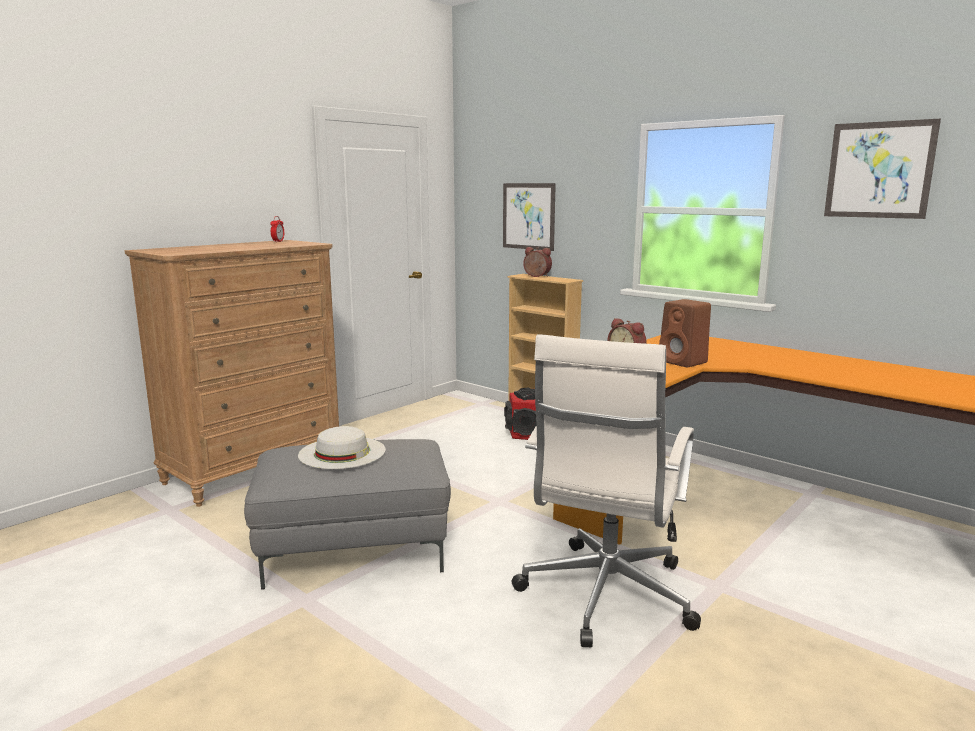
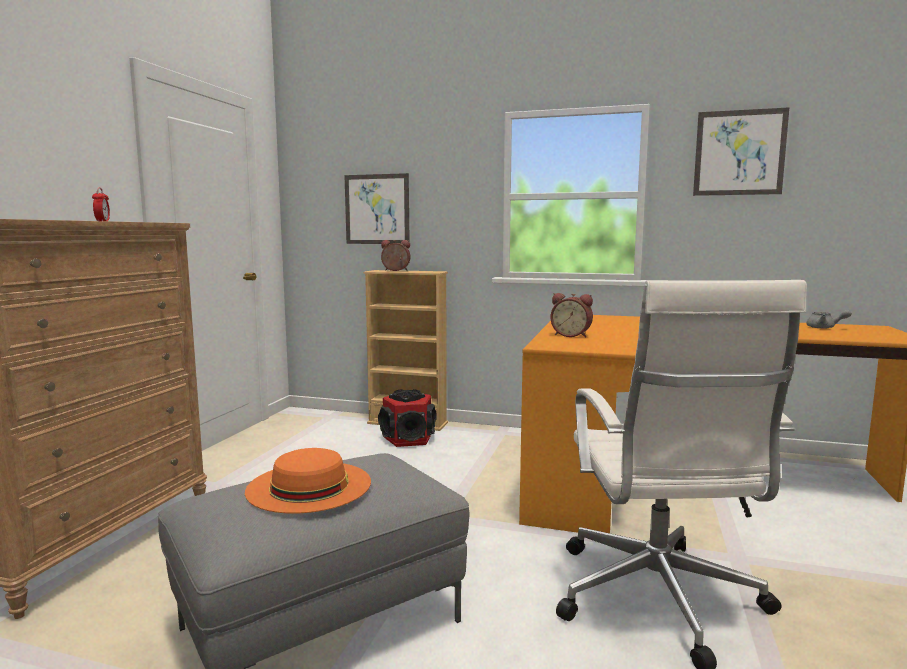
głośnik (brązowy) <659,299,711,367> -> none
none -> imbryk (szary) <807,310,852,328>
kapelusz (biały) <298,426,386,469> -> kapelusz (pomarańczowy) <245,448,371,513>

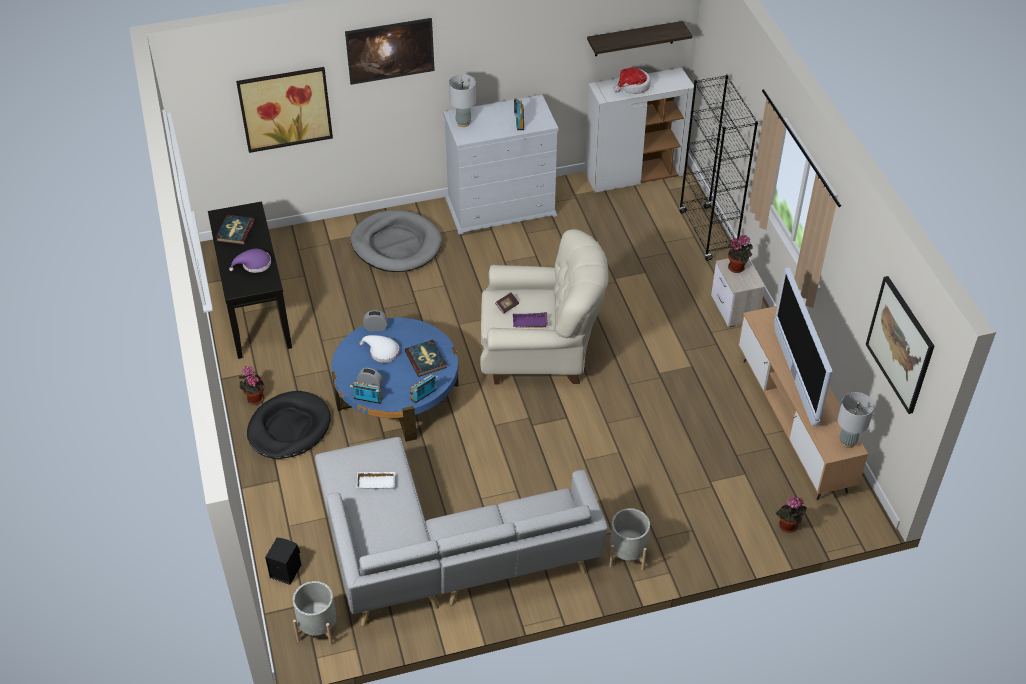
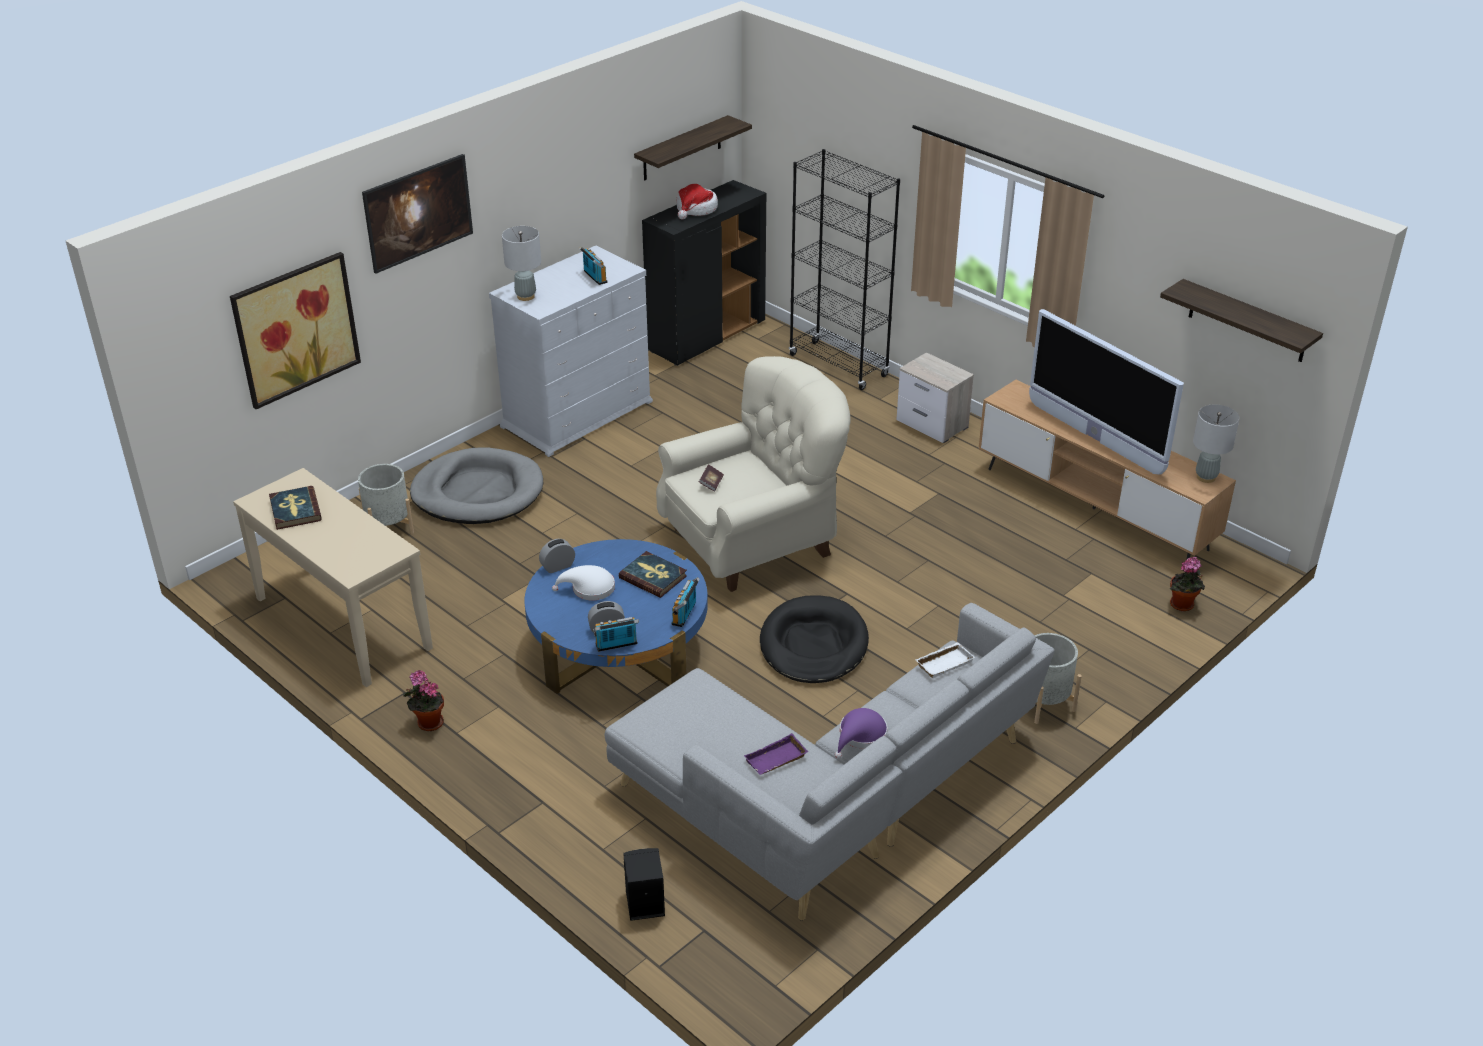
roślina doniczkowa <728,235,753,273> -> none
kapelusz (fioletowy) <229,249,271,273> -> kapelusz (fioletowy) <835,708,887,759>, shifted
legowisko (czarny) <247,391,331,459> -> legowisko (czarny) <760,596,869,683>, shifted
donica (szary) <293,581,339,645> -> donica (szary) <358,464,414,534>, shifted
taca (biały) <356,472,395,489> -> taca (biały) <915,642,975,678>, shifted
taca (fioletowy) <513,312,548,328> -> taca (fioletowy) <744,733,808,775>, shifted
obraz <866,276,934,414> -> półka <1160,279,1323,362>
stolik konsolowy (czarny) <208,201,292,359> -> stolik konsolowy (beżowy) <233,468,433,687>
szafka (biały) <584,68,694,192> -> szafka (czarny) <642,180,766,366>

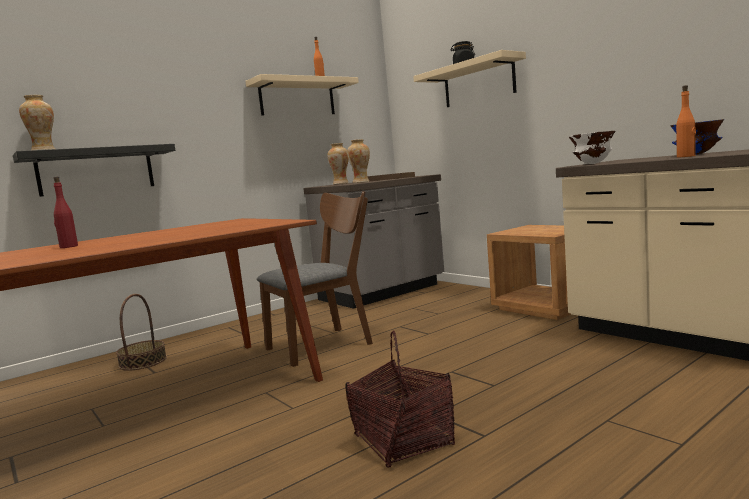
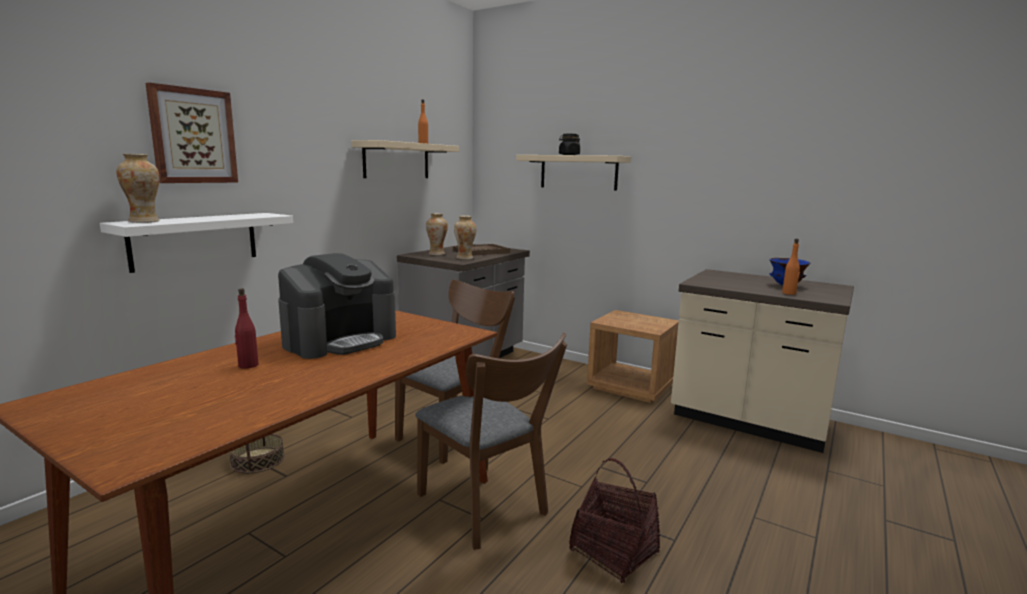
miska (biały) <569,131,616,164> -> none
none -> obraz <145,82,238,183>
none -> ekspres do kawy <278,253,396,359>
none -> krzesło (brązowy) <415,333,567,550>
półka (czarny) <13,144,175,197> -> półka (biały) <100,213,293,273>

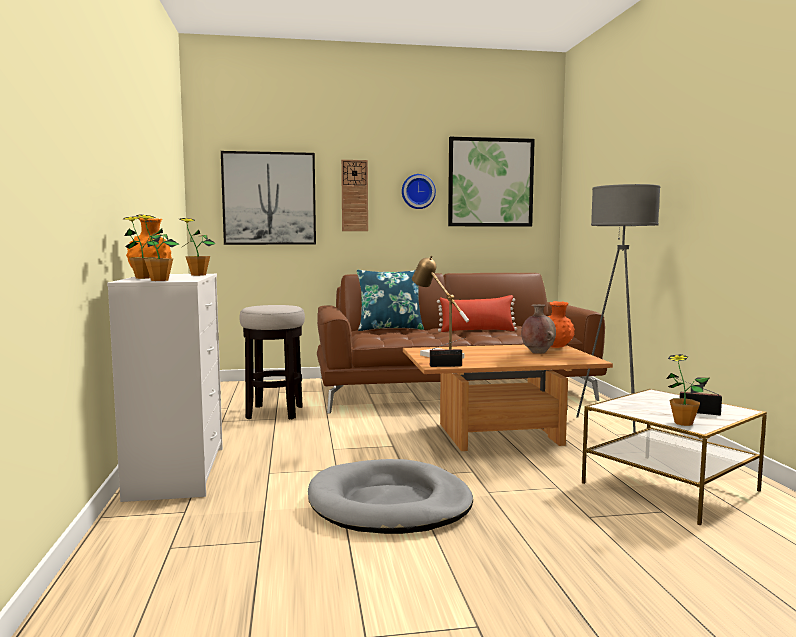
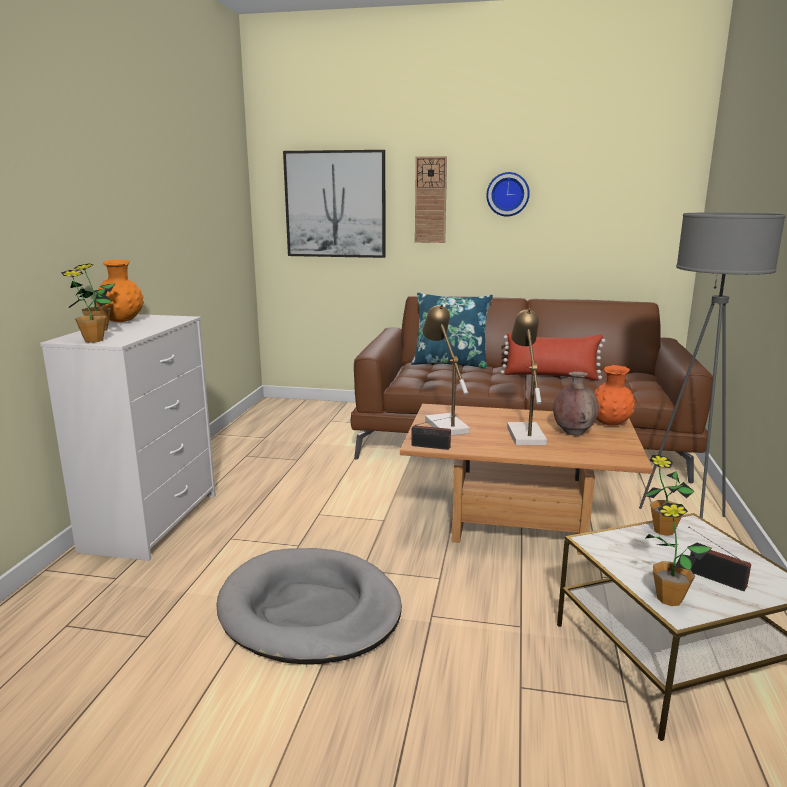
stołek <239,305,305,419> -> none
obraz <448,137,535,227> -> none
none -> lampa stołowa <507,308,547,445>
roślina doniczkowa <179,218,216,276> -> roślina doniczkowa <645,455,694,536>, shifted

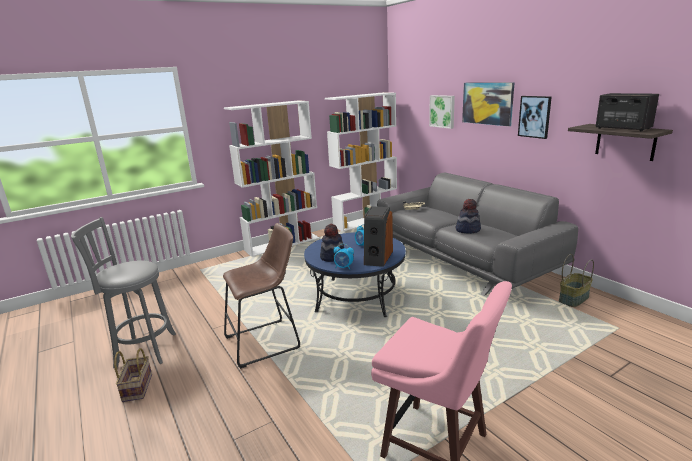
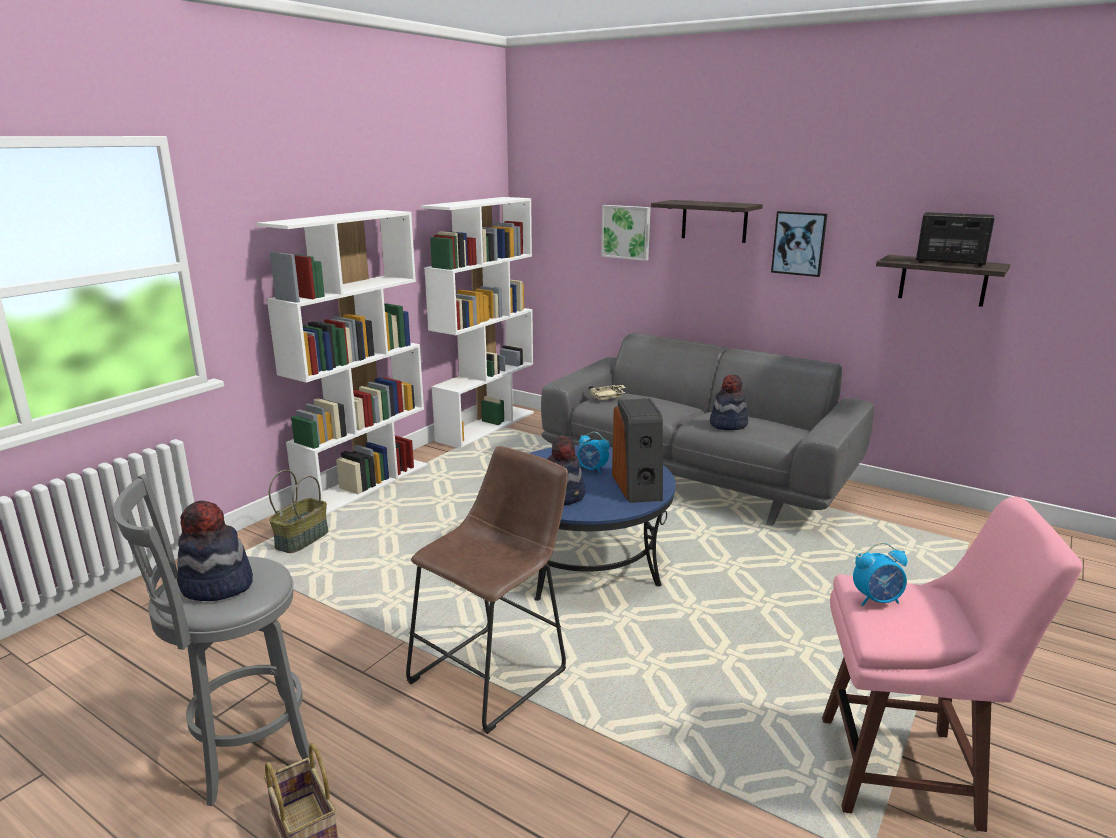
none -> kapelusz <177,501,253,601>
budzik <333,244,354,269> -> budzik <853,542,907,606>, shifted
koszyk <559,254,594,307> -> koszyk <269,470,329,553>, shifted
obraz <462,82,515,126> -> półka <651,200,763,243>

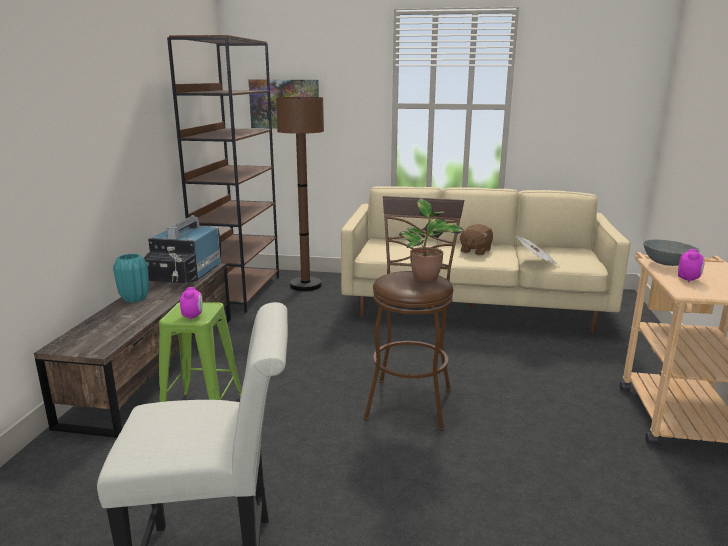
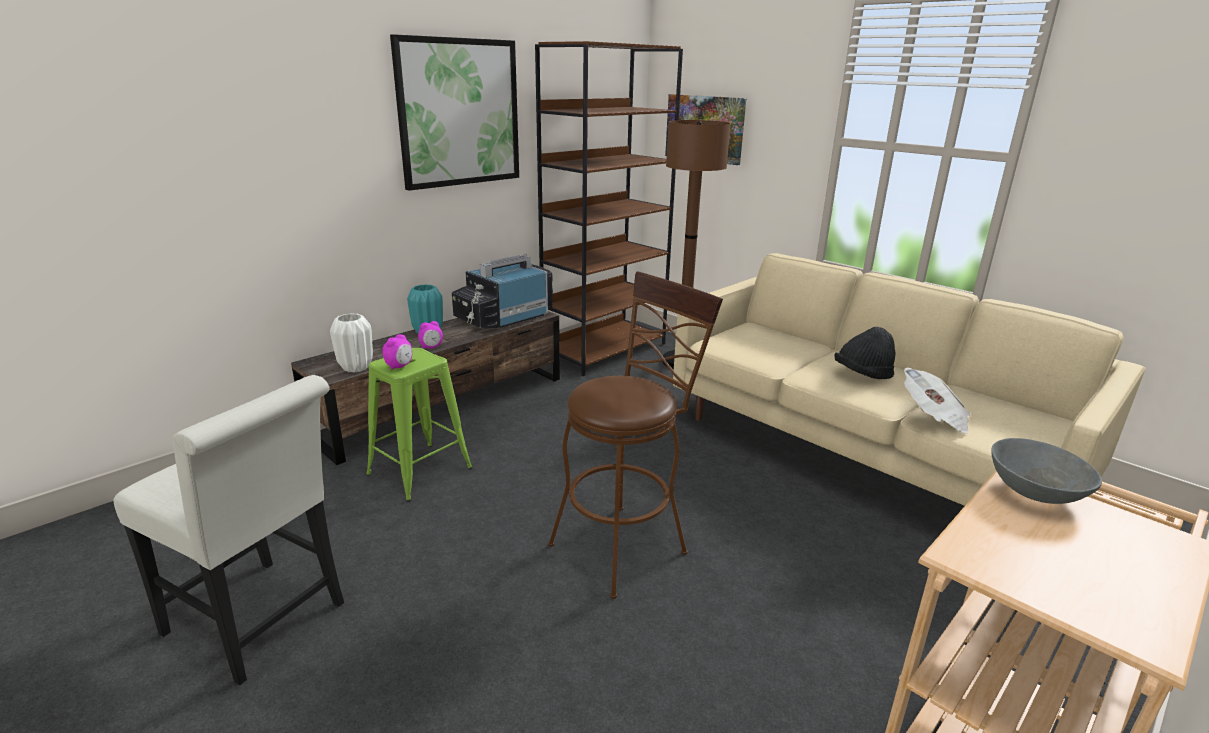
roślina doniczkowa <399,199,463,281> -> none
none -> wazon (biały) <330,313,373,372>
none -> obraz <390,34,519,191>
budzik <678,249,705,282> -> budzik <418,321,443,349>, shifted
pluszak (brązowy) <460,224,493,255> -> kapelusz (czarny) <835,327,895,379>

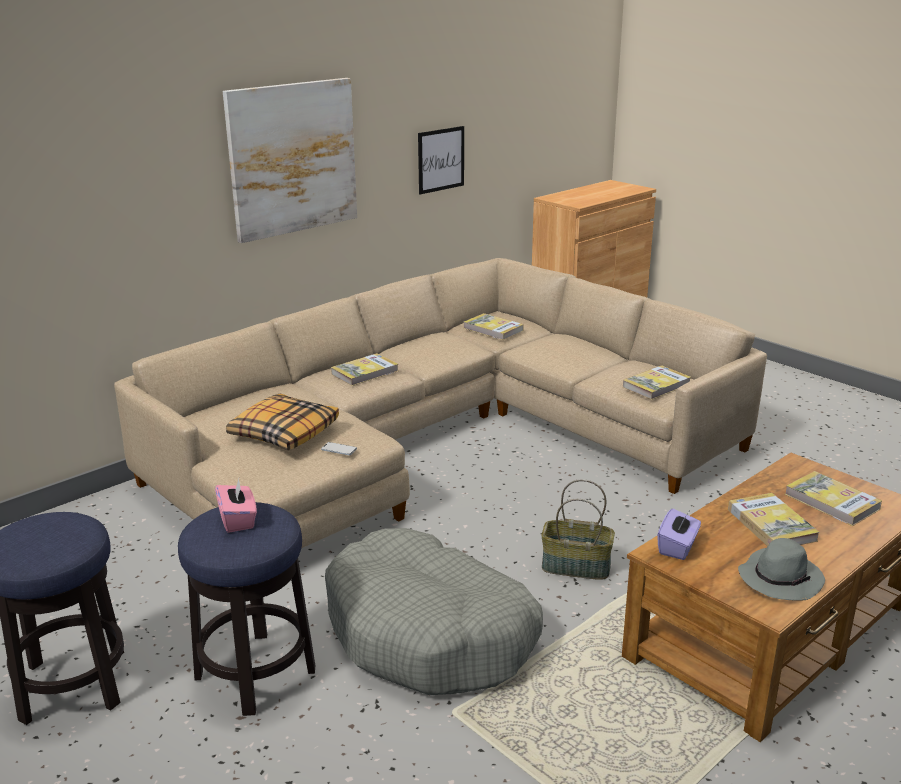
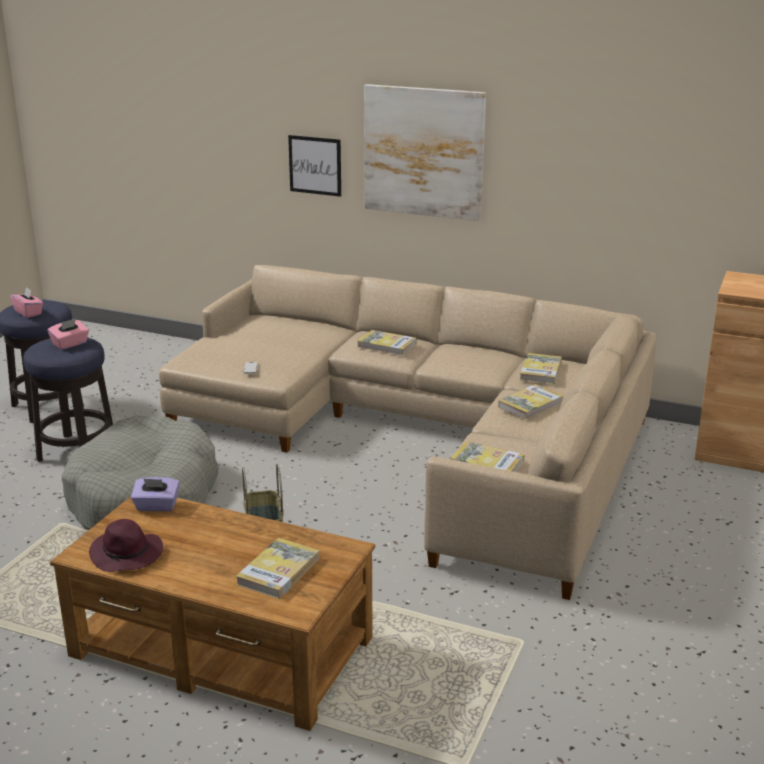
poduszka <226,394,339,450> -> none
none -> pudełko chusteczek (różowy) <10,287,43,318>
obraz <418,126,464,194> -> obraz <288,135,341,197>, shifted
książka <728,493,820,546> -> książka <498,384,564,420>, shifted
kapelusz (szary) <738,538,825,600> -> kapelusz (fioletowy) <89,519,163,572>

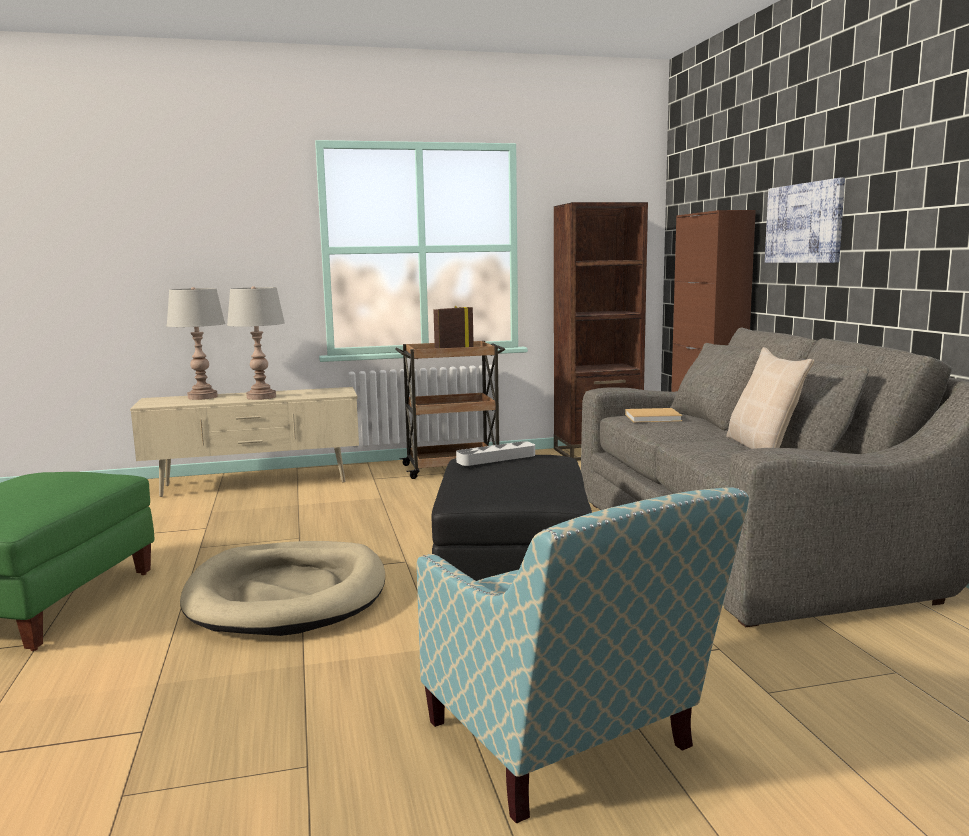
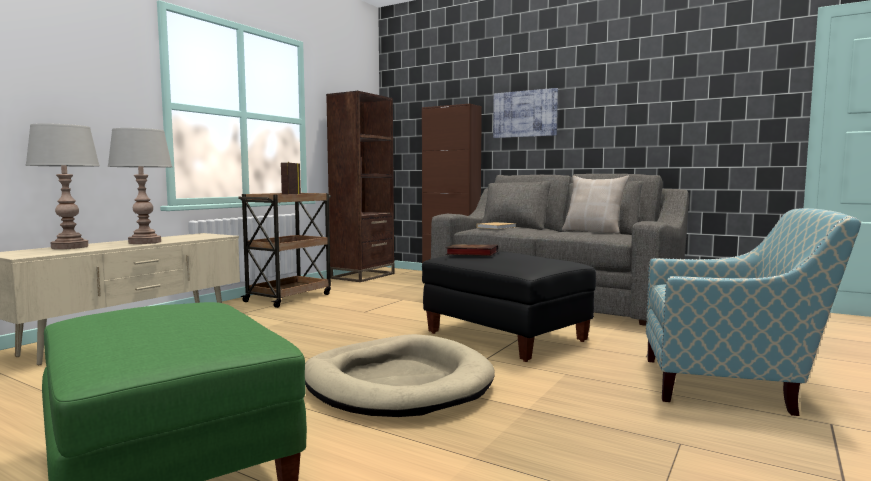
taca (szary) <456,441,535,466> -> książka <446,244,498,256>

